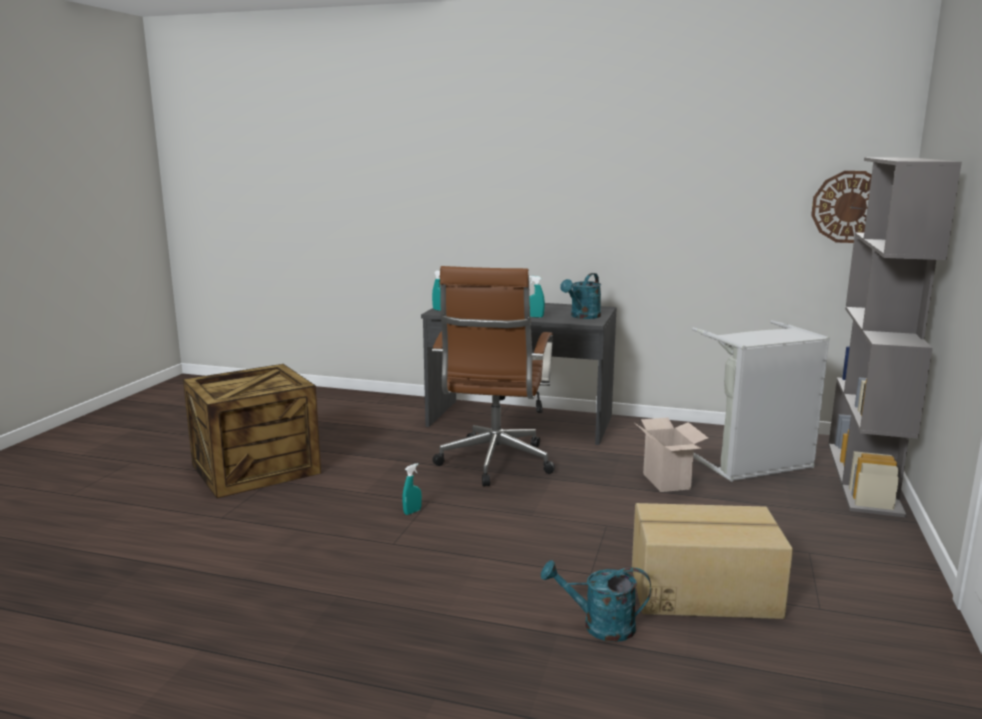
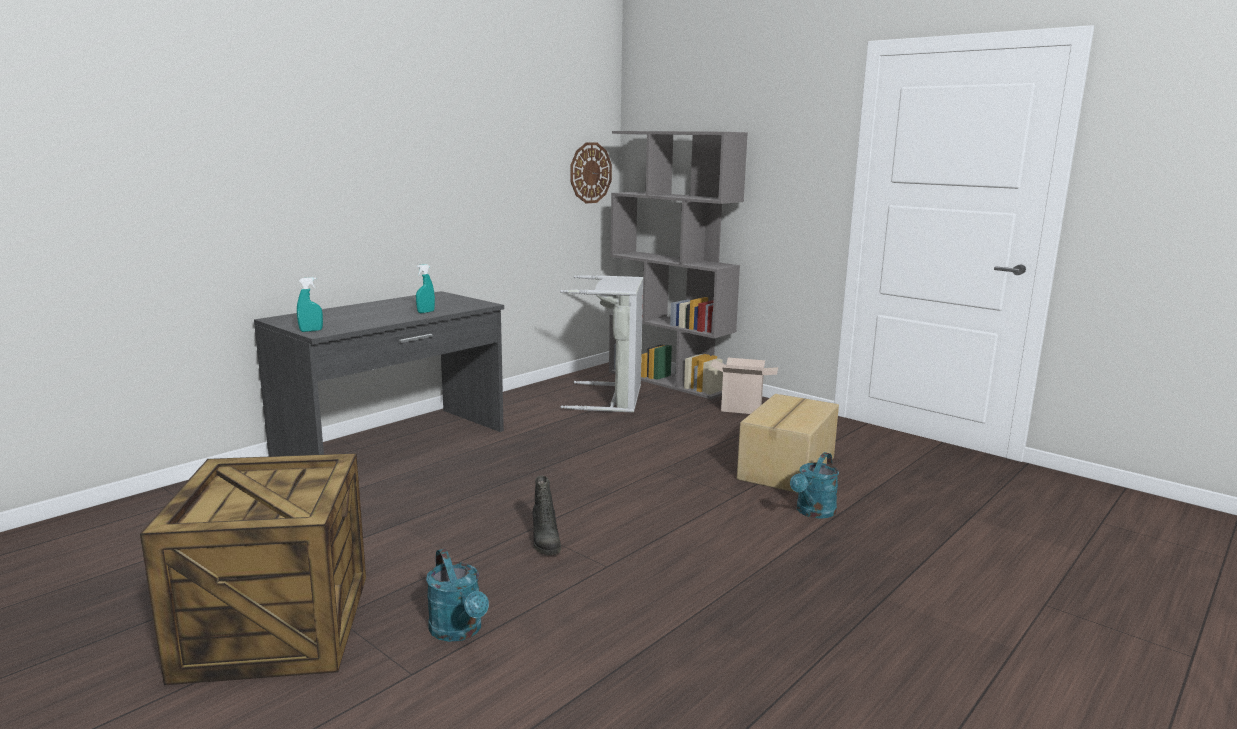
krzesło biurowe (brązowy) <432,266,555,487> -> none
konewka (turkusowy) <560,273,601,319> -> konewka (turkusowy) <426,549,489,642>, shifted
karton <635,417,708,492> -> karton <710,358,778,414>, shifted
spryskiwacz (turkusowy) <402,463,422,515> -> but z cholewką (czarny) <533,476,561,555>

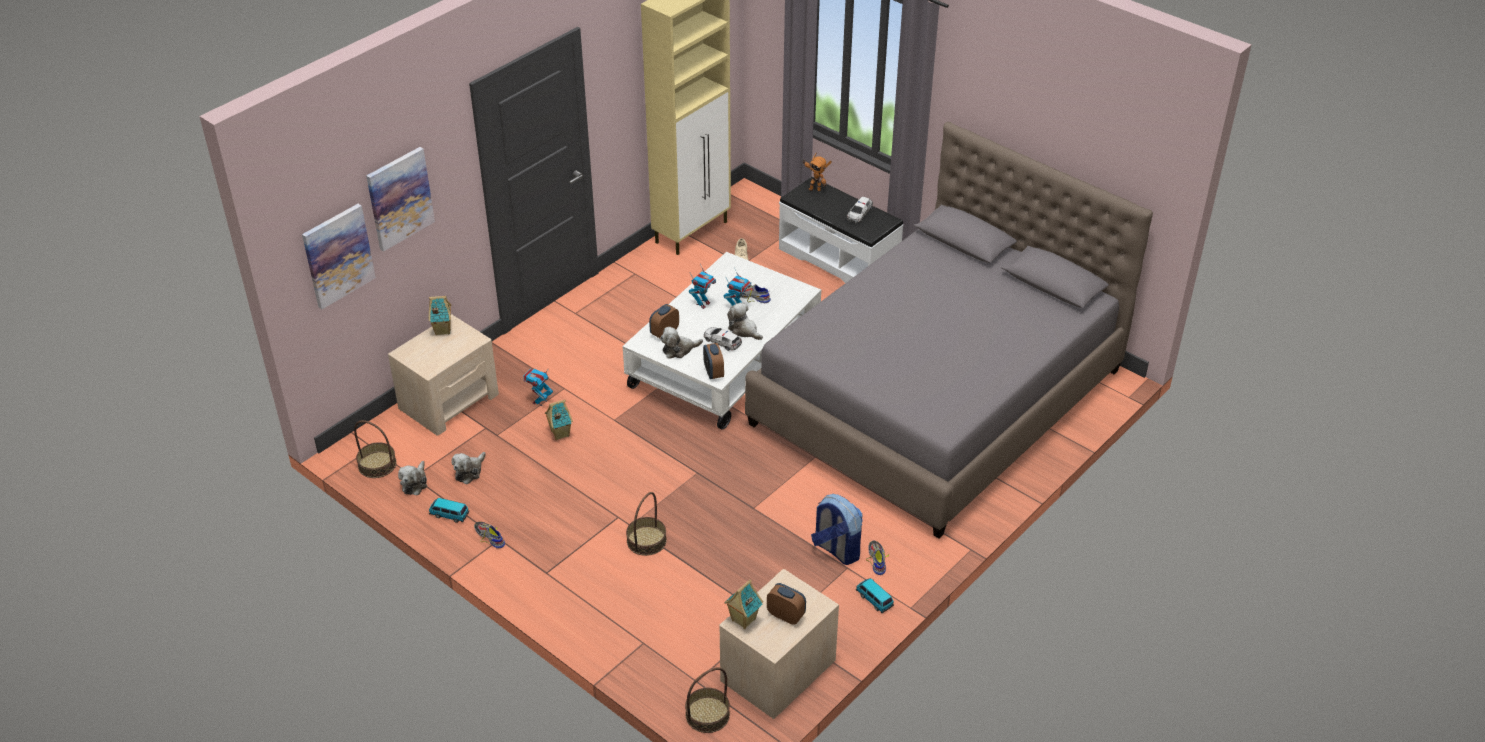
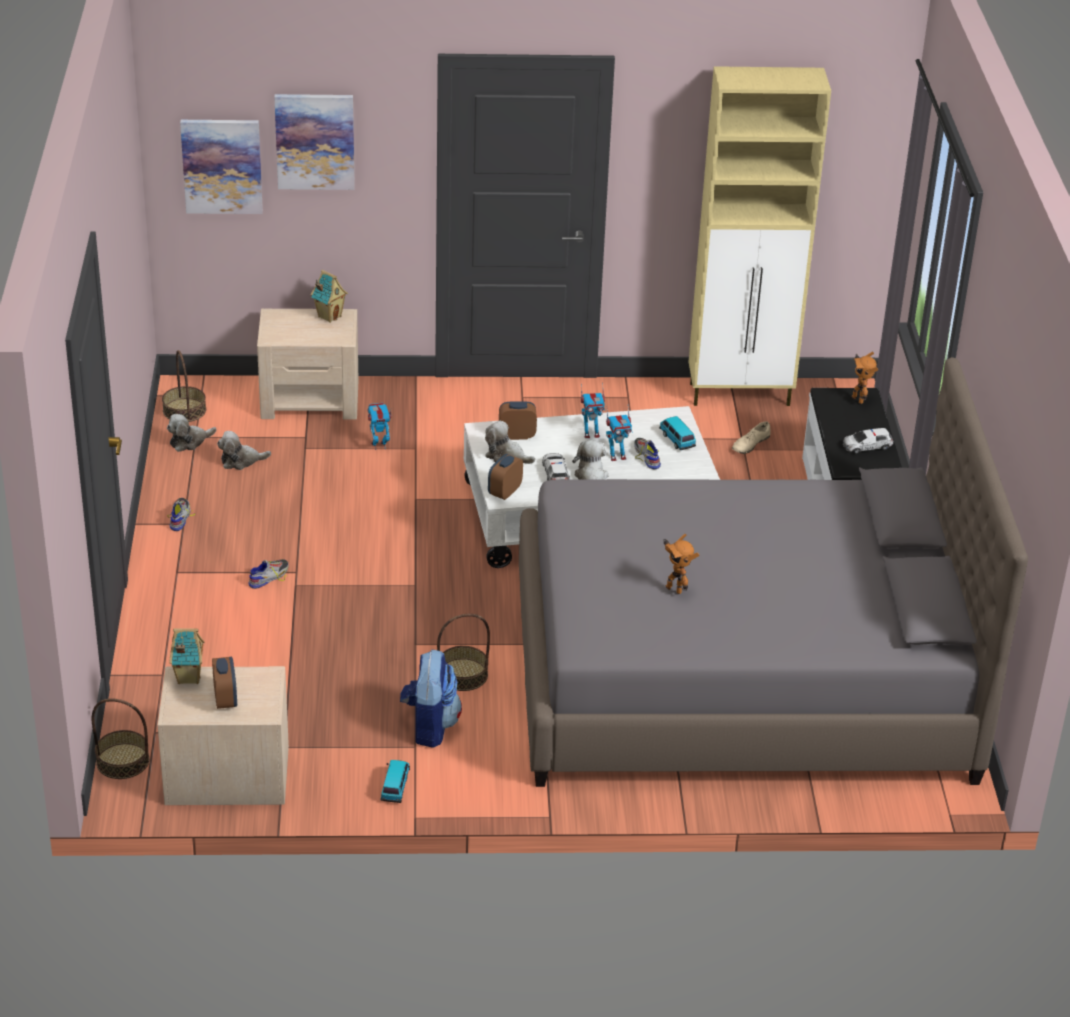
domek <545,400,573,440> -> none
none -> robot zabawkowy <663,534,699,594>
samochodzik <429,498,469,523> -> samochodzik <659,416,696,450>, shifted
koszyk <626,492,667,556> -> koszyk <437,614,490,691>, shifted
but <866,540,889,575> -> but <248,559,289,589>, shifted

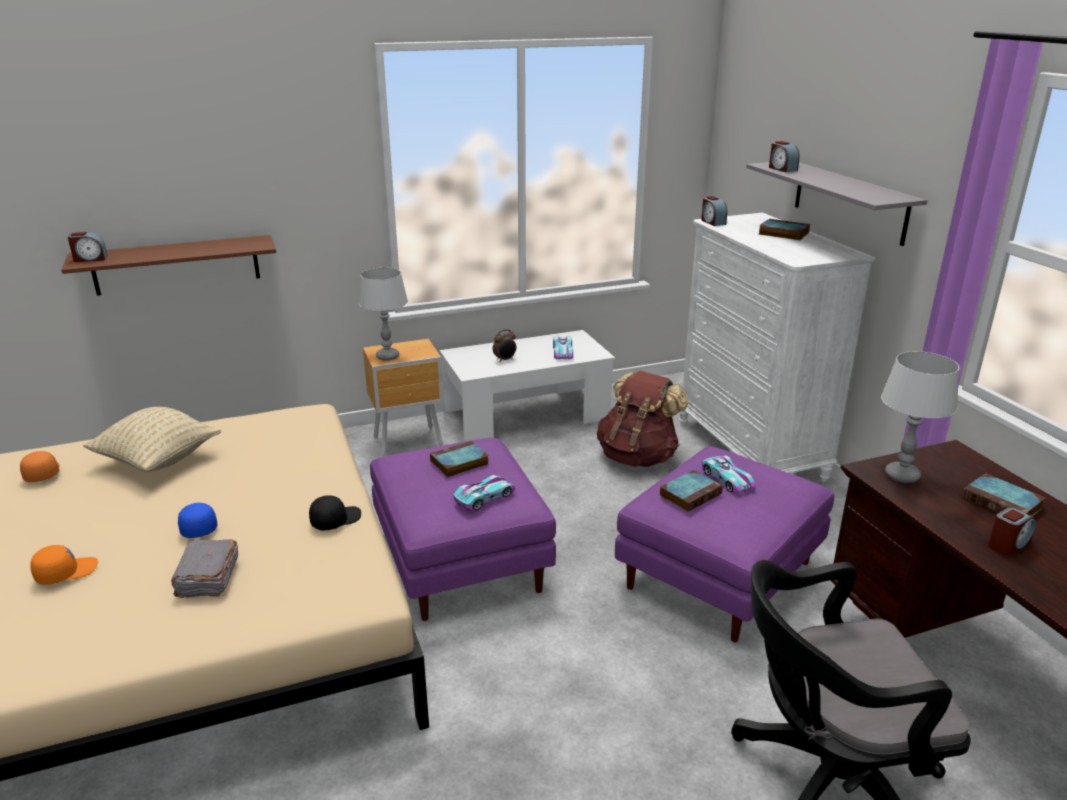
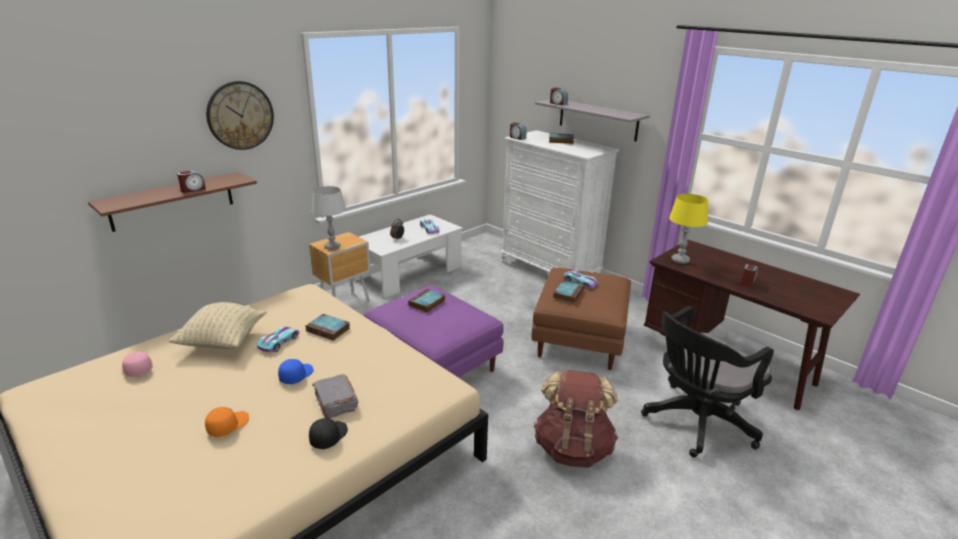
none -> zegar ścienny <206,81,274,150>
budzik <68,232,108,262> -> budzik <177,170,206,193>, shifted
czapka z daszkiem (czarny) <309,495,361,530> -> czapka z daszkiem (czarny) <309,418,348,449>, shifted
samochodzik <453,475,515,511> -> samochodzik <257,326,299,352>, shifted
plecak (brązowy) <597,371,689,467> -> plecak (brązowy) <534,370,618,468>, shifted
książka <961,473,1045,517> -> książka <305,314,350,341>, shifted
czapka z daszkiem (pomarańczowy) <20,451,60,482> -> czapka z daszkiem (różowy) <121,352,153,377>
pufa (fioletowy) <615,446,834,642> -> pufa (brązowy) <531,268,631,370>
lampa stołowa (szary) <881,351,959,483> -> lampa stołowa (żółty) <669,194,708,264>
czapka z daszkiem (niebieski) <178,503,217,538> -> czapka z daszkiem (niebieski) <278,359,314,384>, 75 degrees clockwise

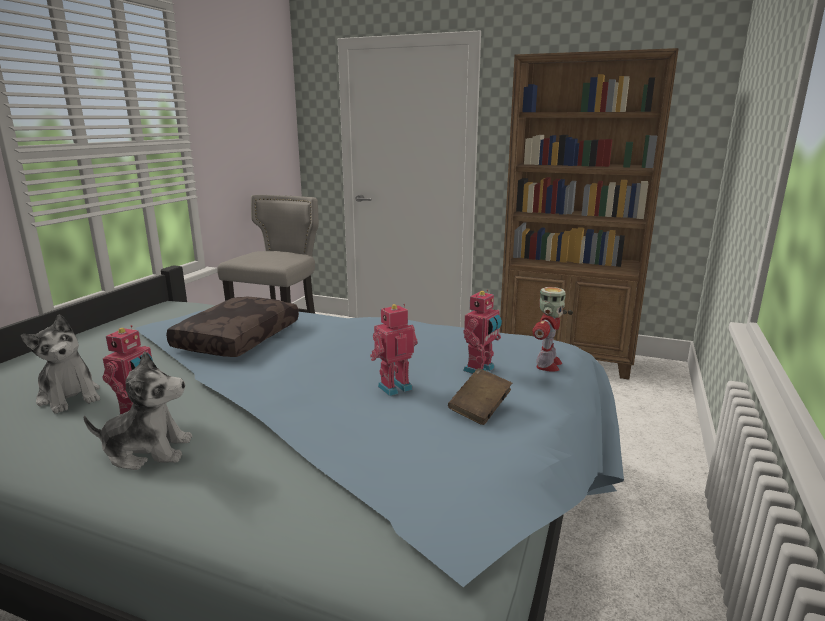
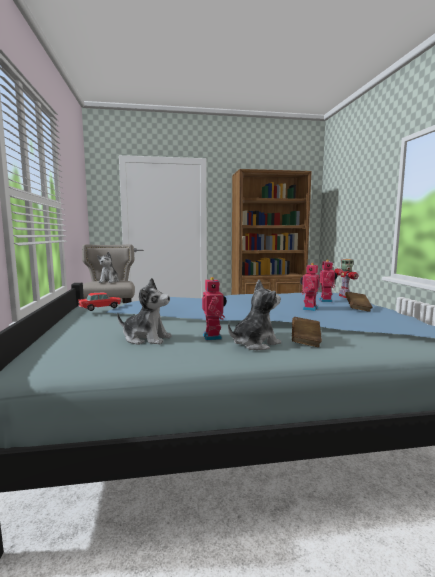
poduszka (brązowy) <166,296,299,357> -> none
none -> samochodzik <78,293,121,311>
none -> pluszak <97,251,119,283>
none -> książka (brązowy) <292,317,322,347>

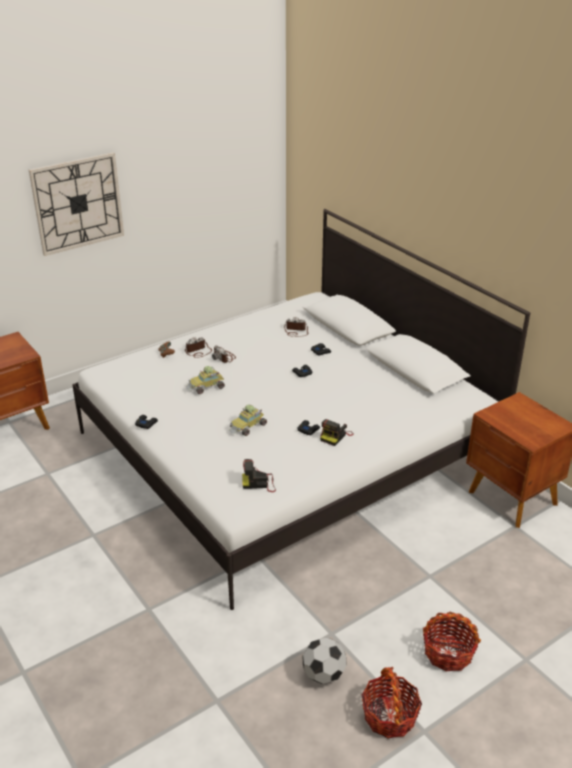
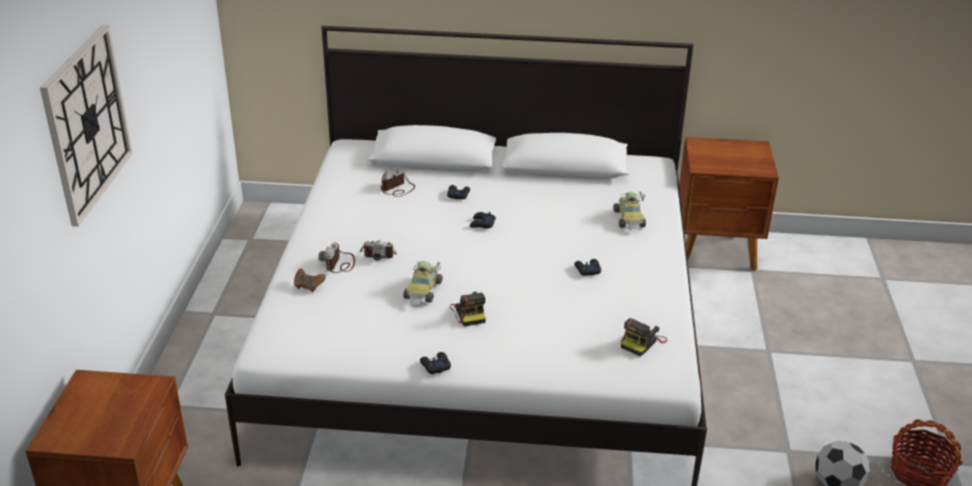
koszyk <423,612,481,671> -> none
samochodzik <229,405,267,436> -> samochodzik <613,191,646,229>, shifted
aparat fotograficzny <320,419,354,446> -> aparat fotograficzny <450,292,486,327>, shifted

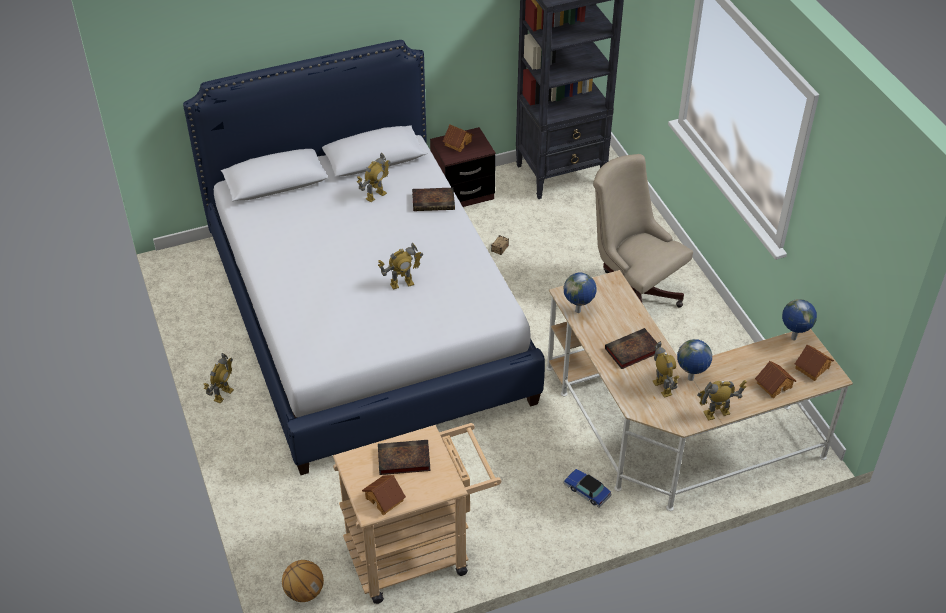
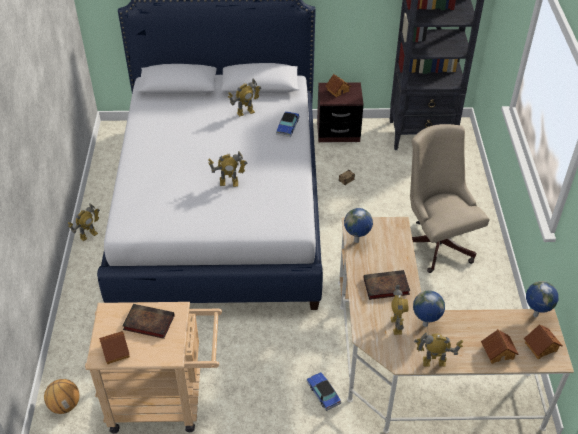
książka <412,188,455,211> -> samochodzik <276,111,299,137>

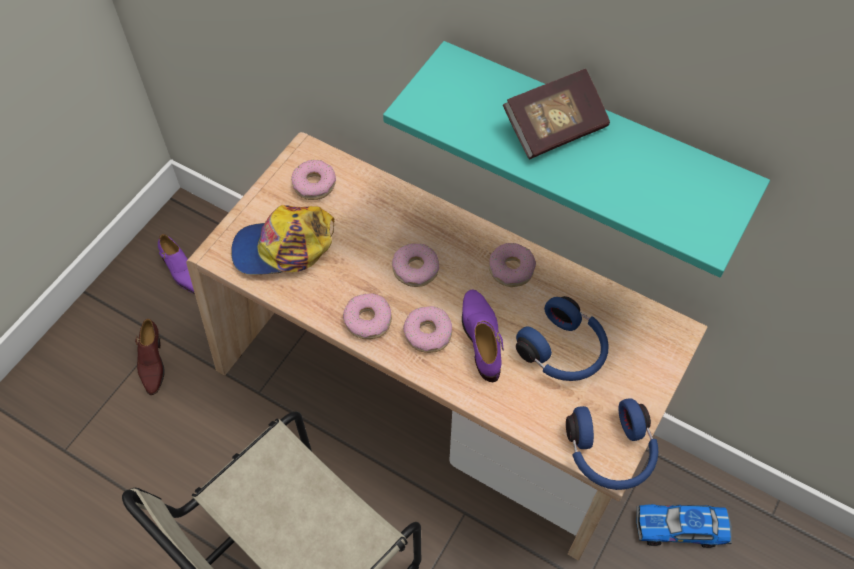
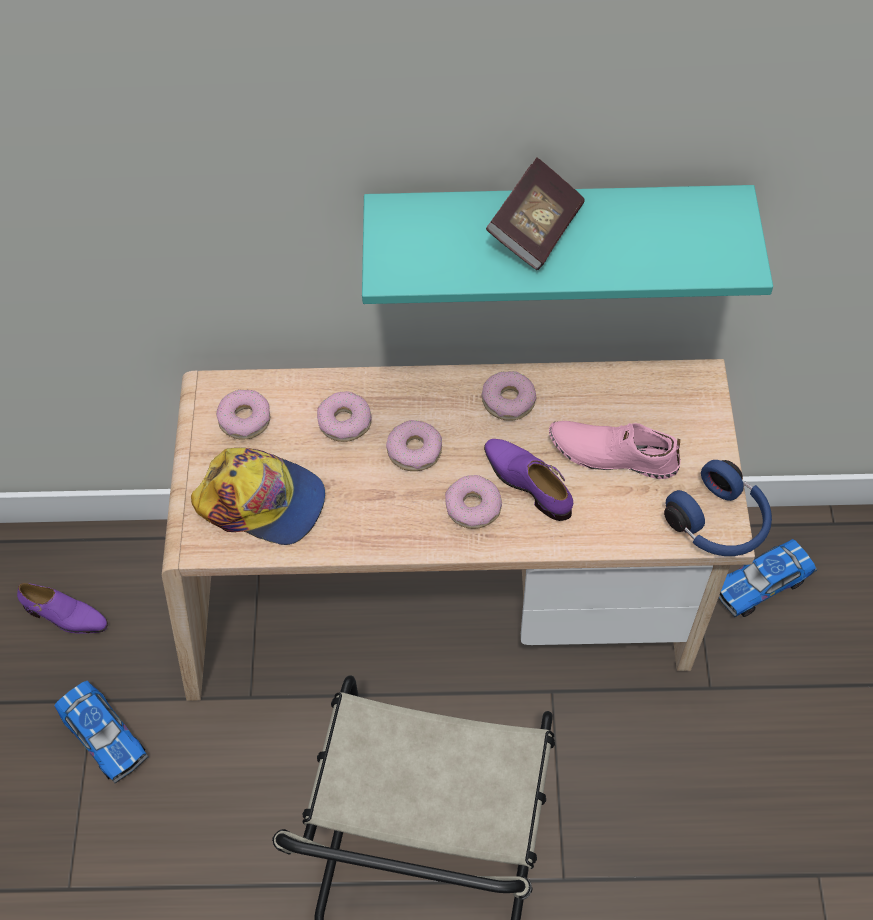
donut <343,293,392,339> -> donut <317,391,372,442>, shifted
but (brązowy) <135,319,165,395> -> samochodzik <54,681,148,783>
słuchawki (niebieski) <516,296,609,381> -> but (różowy) <549,421,680,479>
czapka z daszkiem <231,205,334,275> -> czapka z daszkiem <191,448,325,545>, 120 degrees counterclockwise

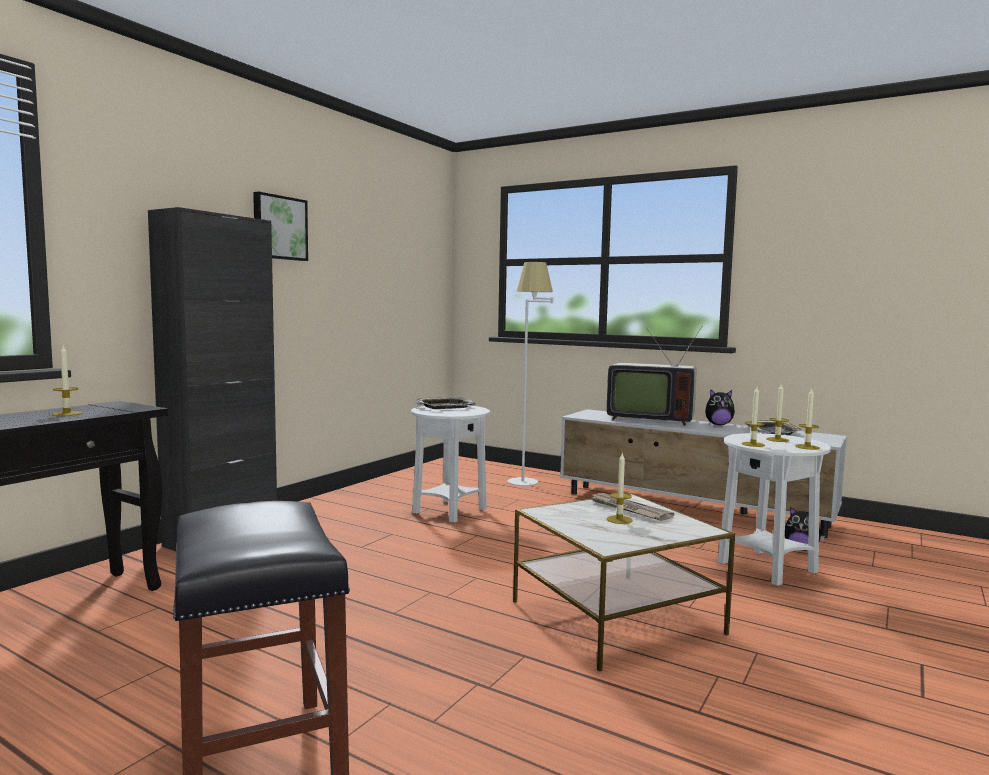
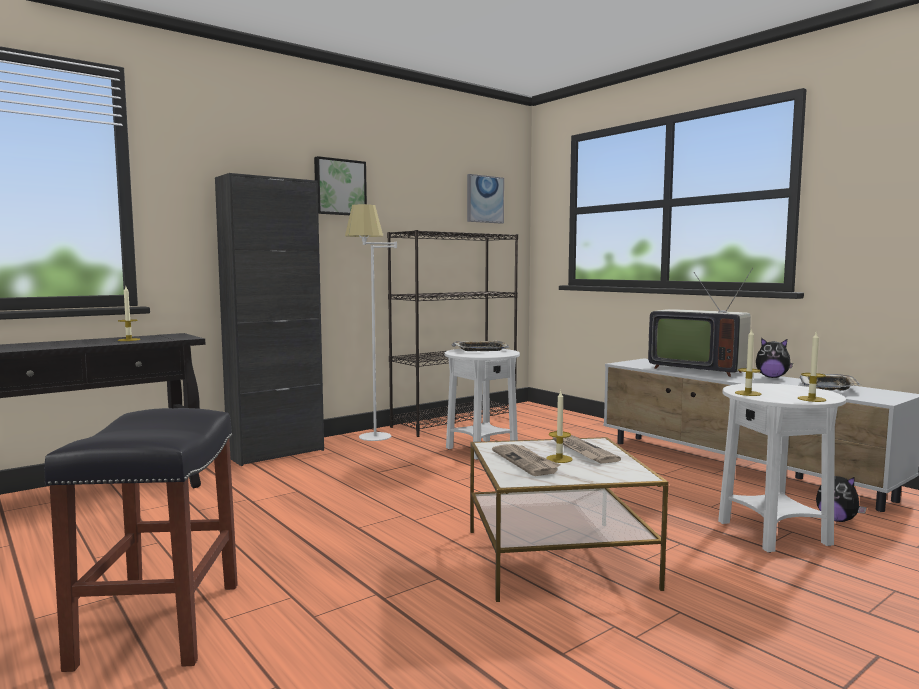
świeca <766,383,789,442> -> none
none -> regał (czarny) <387,230,518,437>
none -> obraz <467,174,504,224>
none -> gazeta <492,444,560,476>
lampa stojąca (biały) <508,262,553,486> -> lampa stojąca (biały) <345,204,397,441>, shifted

